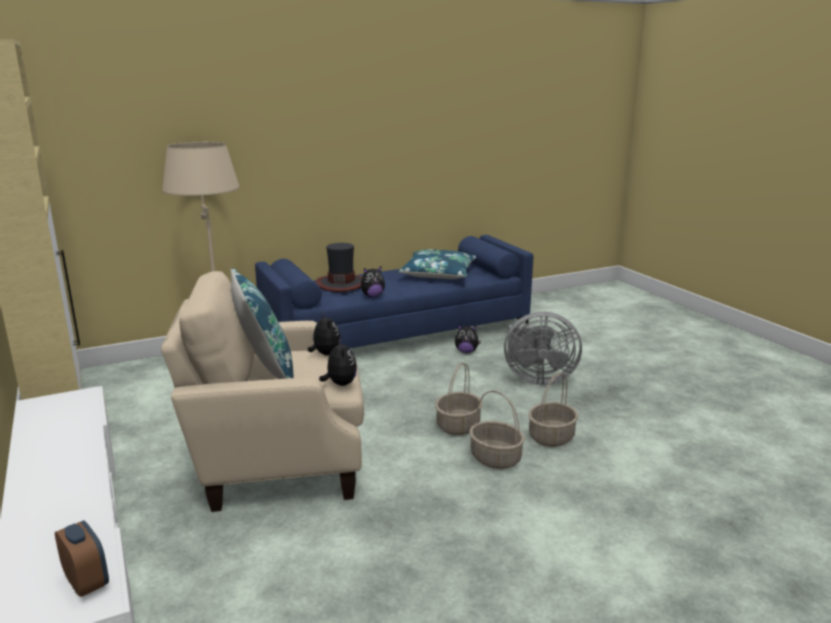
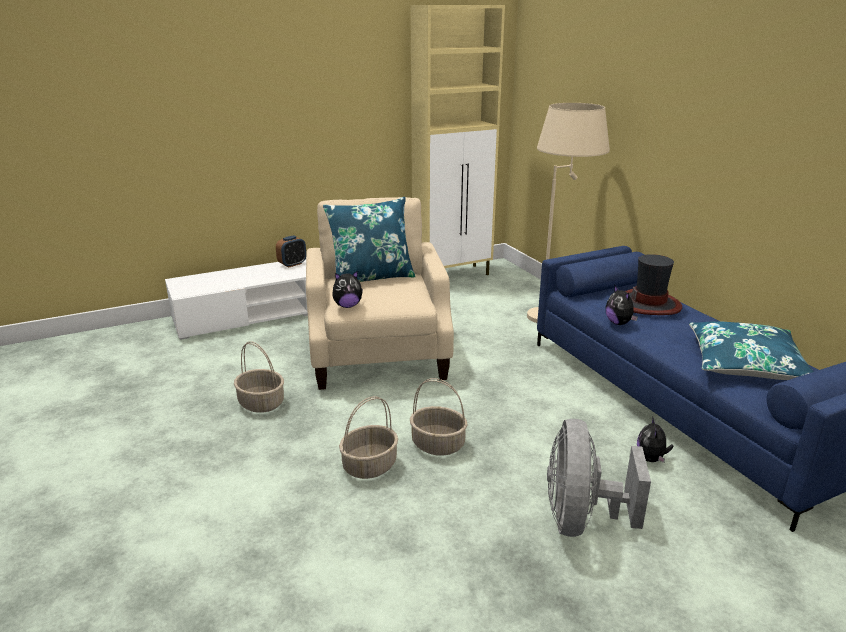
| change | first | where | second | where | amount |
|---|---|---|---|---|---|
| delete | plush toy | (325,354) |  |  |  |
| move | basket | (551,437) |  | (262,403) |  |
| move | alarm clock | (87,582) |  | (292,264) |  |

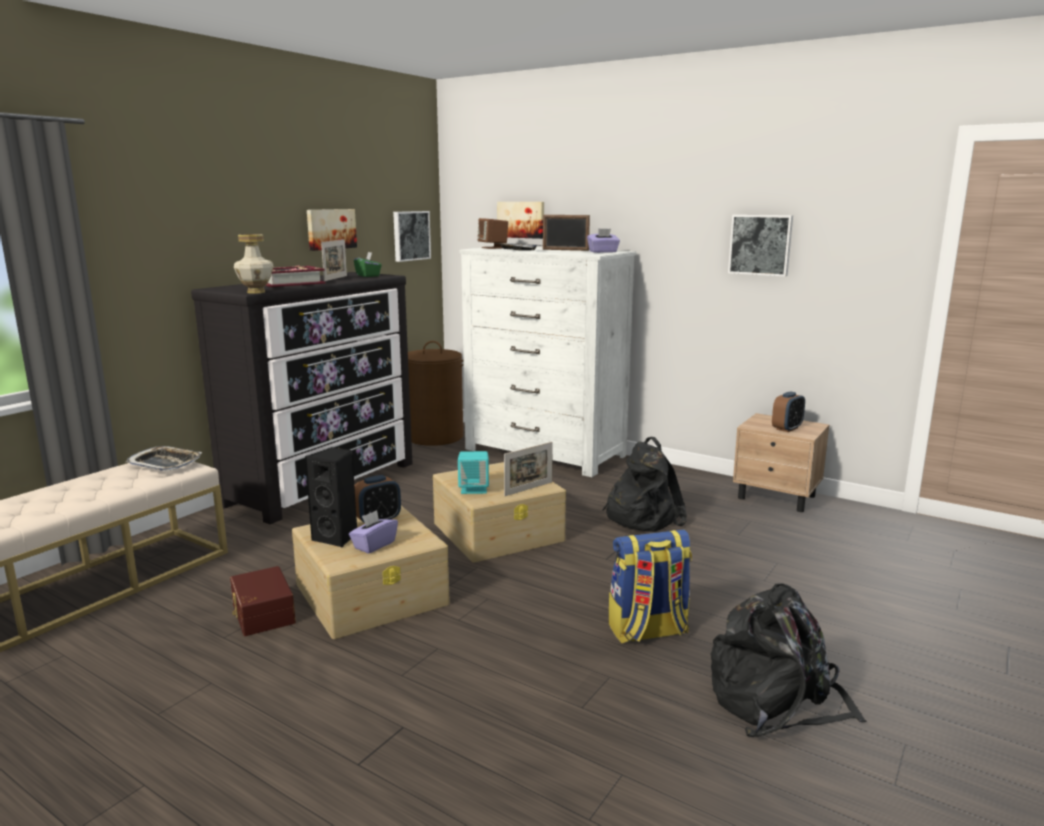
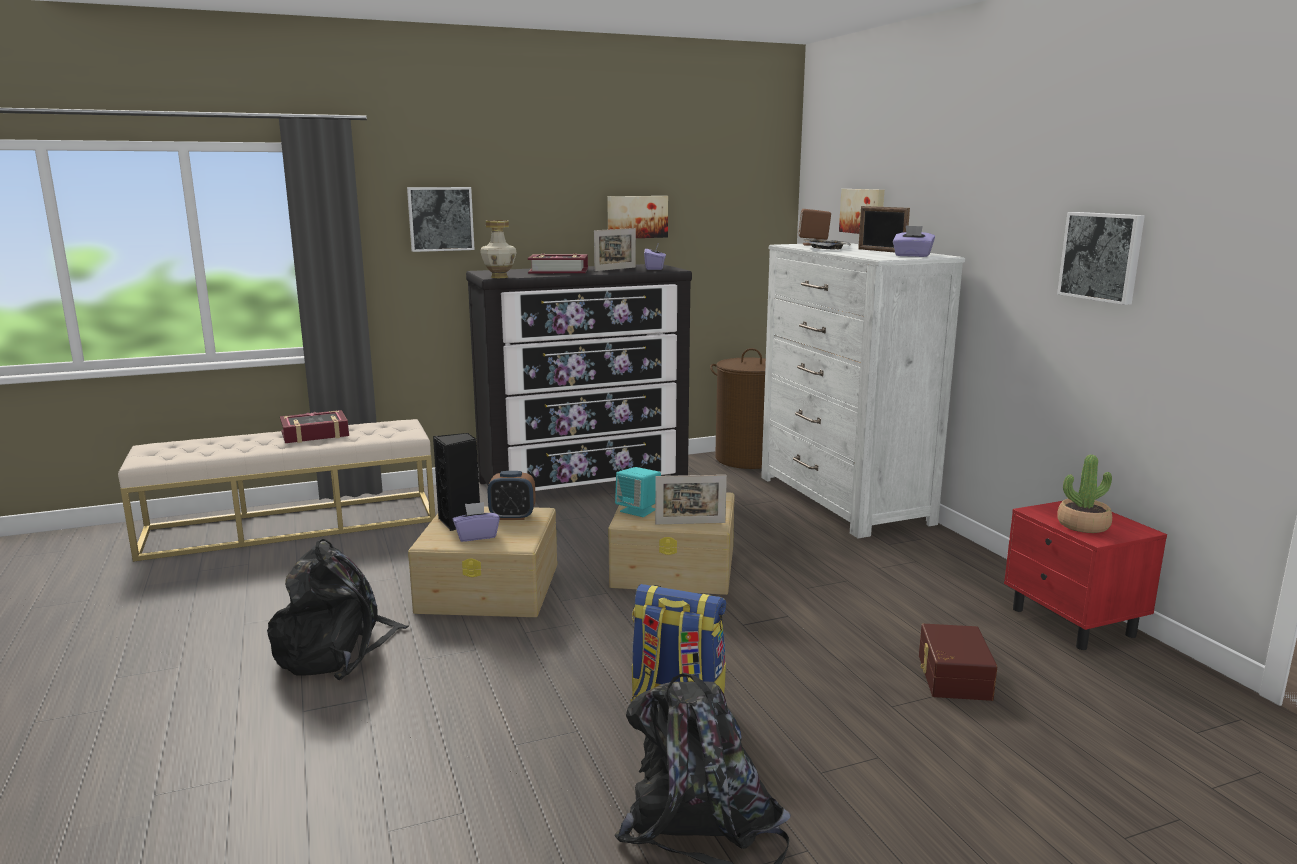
| change | first | where | second | where | amount |
|---|---|---|---|---|---|
| move | picture | (410,235) |  | (440,219) |  |
| recolor | tissue box (green) | (368,275) | tissue box (purple) | (655,268) |  |
| replace | alarm clock | (787,428) | potted plant | (1083,525) |  |
| recolor | nightstand (beige) | (777,497) | nightstand (red) | (1073,623) |  |
| move | backpack (black) | (641,516) |  | (337,650) |  |
| delete | tray | (165,463) |  |  |  |
| move | storage box (brown) | (261,614) |  | (952,677) |  |
| insert |  |  | book | (315,434) |  |

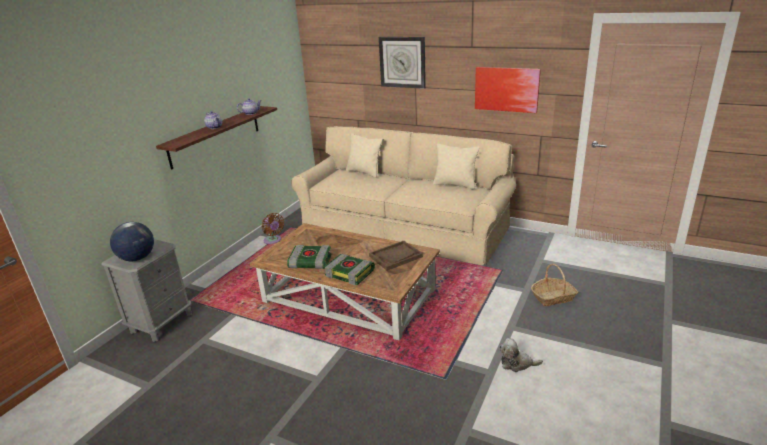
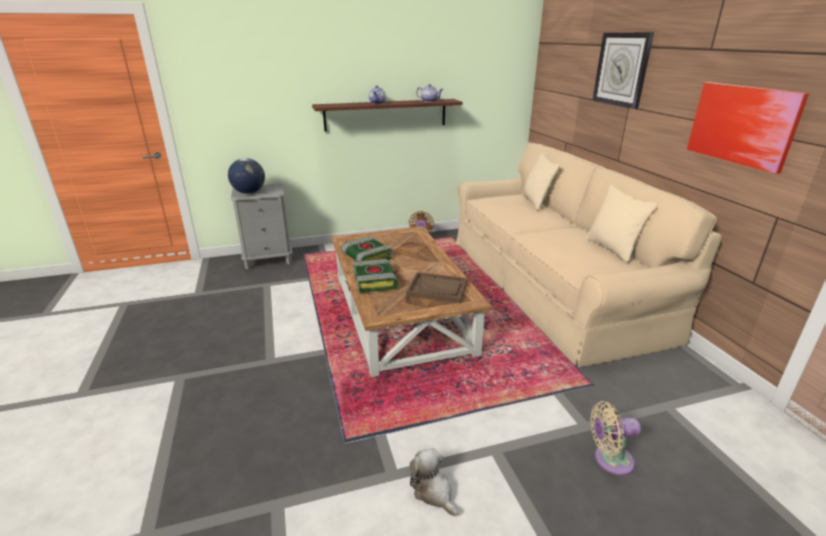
| change | first | where | second | where | amount |
|---|---|---|---|---|---|
| replace | basket | (553,297) | fan (beige) | (609,460) |  |

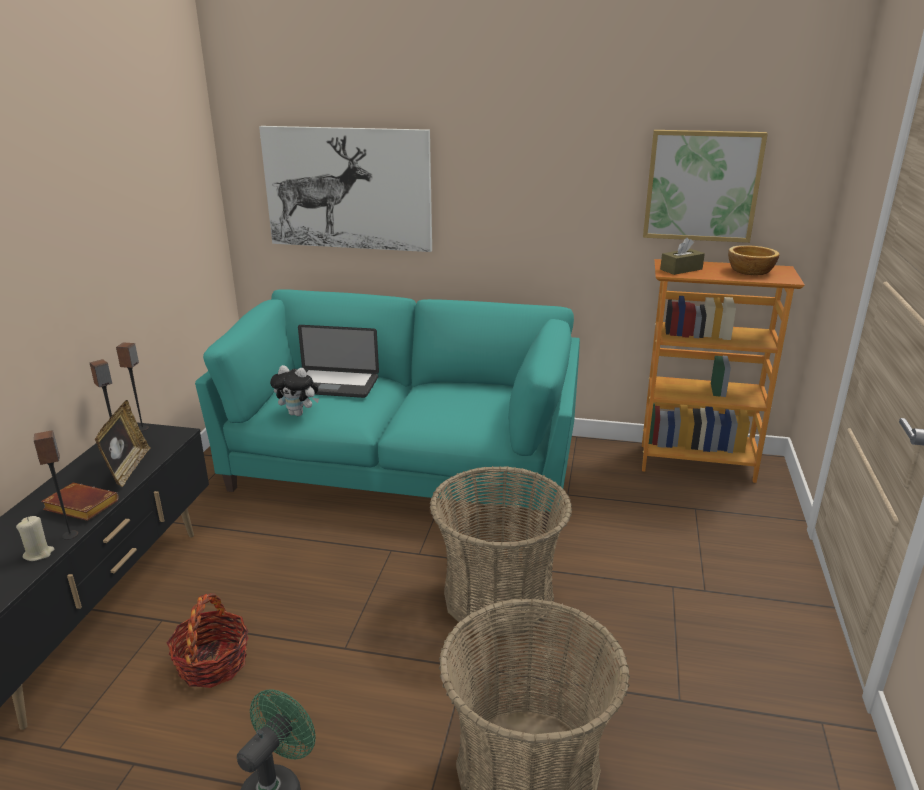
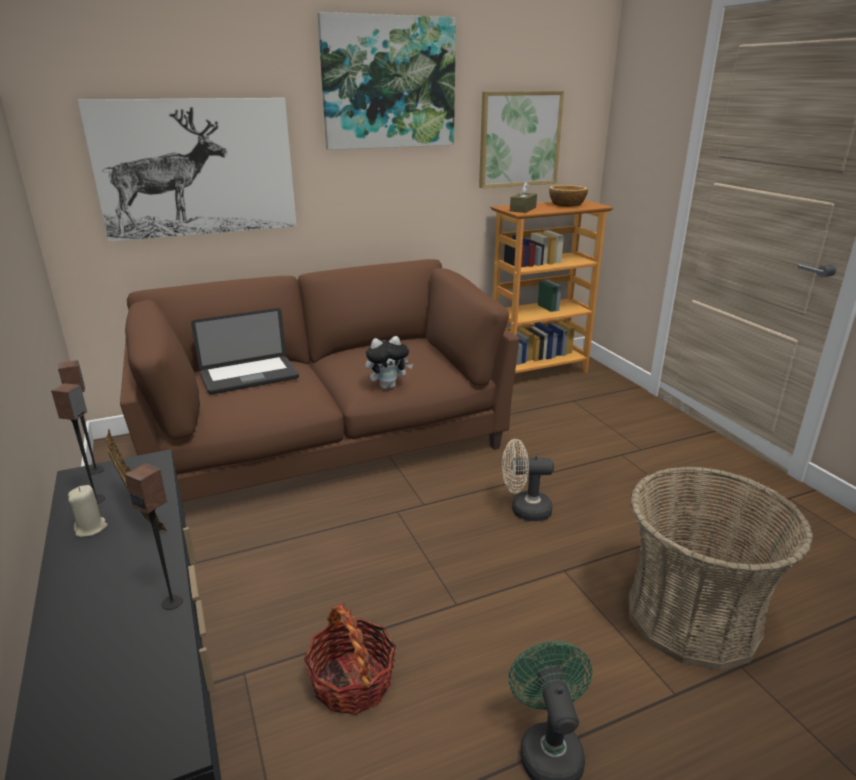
| change | first | where | second | where | amount |
|---|---|---|---|---|---|
| recolor | sofa (turquoise) | (405,465) | sofa (brown) | (325,442) |  |
| move | plush toy | (298,413) |  | (388,386) |  |
| replace | basket | (498,597) | fan (beige) | (524,510) |  |
| delete | book (brown) | (79,507) |  |  |  |
| move | candle (beige) | (39,554) |  | (91,528) |  |
| insert |  |  | picture | (389,83) |  |

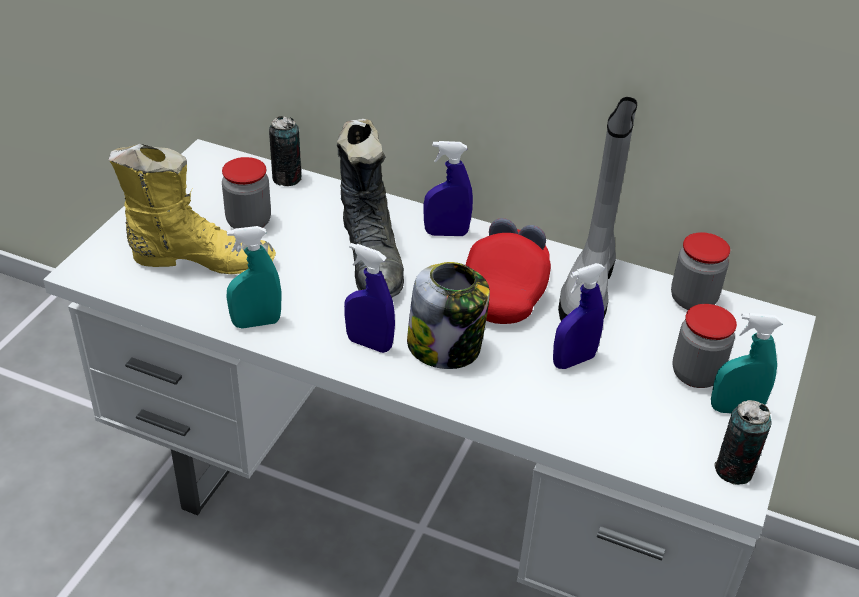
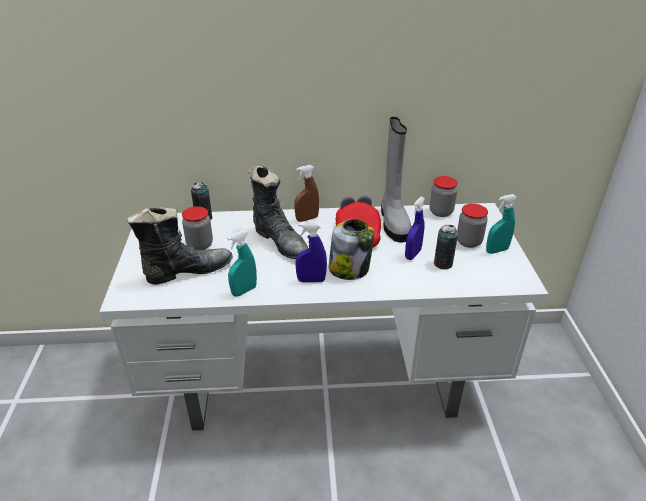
| change | first | where | second | where | amount |
|---|---|---|---|---|---|
| recolor | spray bottle (blue) | (446,233) | spray bottle (brown) | (307,219) |  |
| recolor | boot (yellow) | (200,260) | boot (black) | (187,271) |  |
| move | can | (733,470) |  | (443,264) |  |

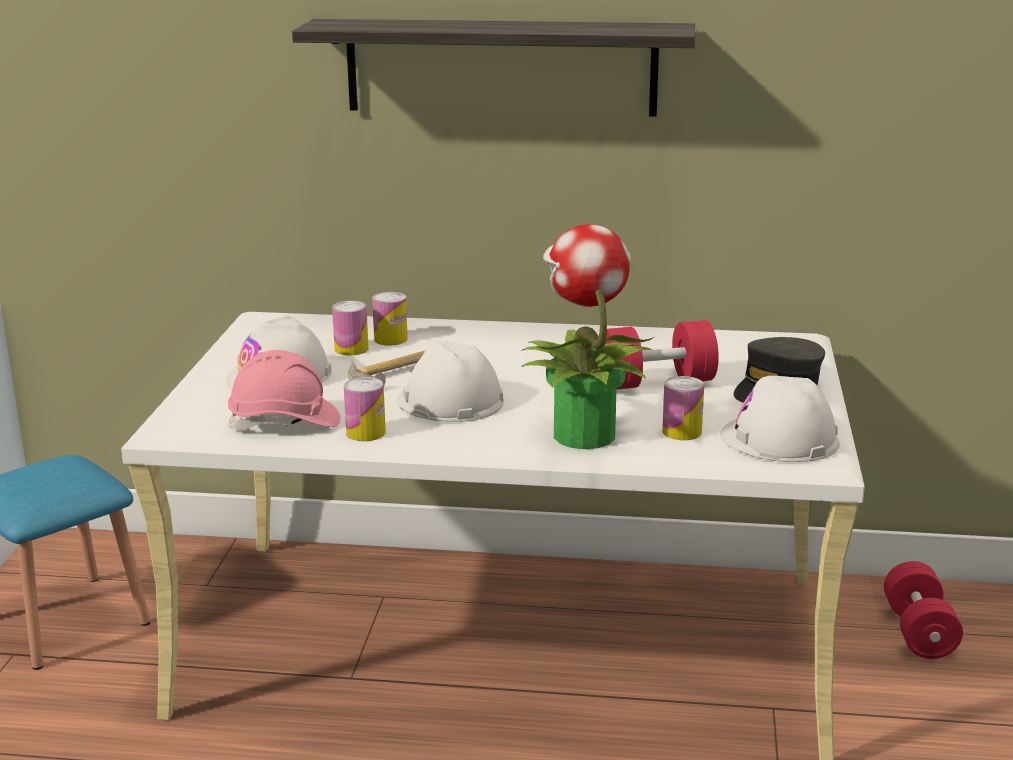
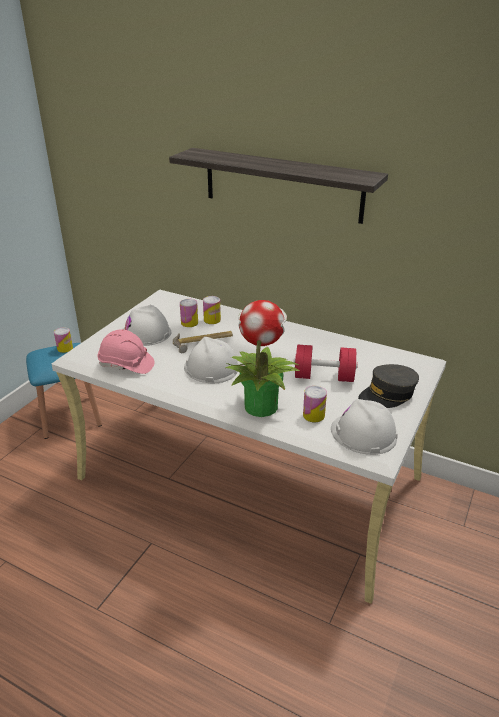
| change | first | where | second | where | amount |
|---|---|---|---|---|---|
| move | can | (366,432) |  | (65,348) |  |
| delete | dumbbell (red) | (919,632) |  |  |  |

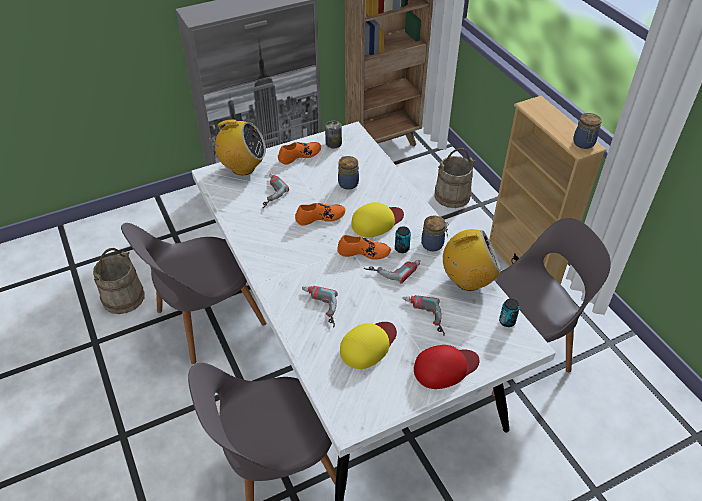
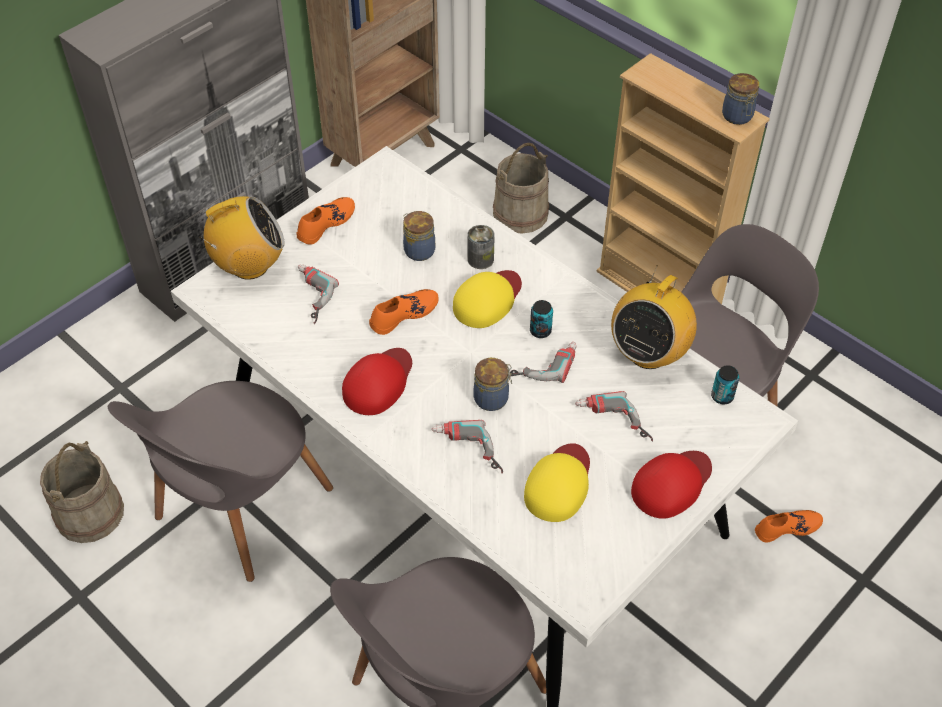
| change | first | where | second | where | amount |
|---|---|---|---|---|---|
| move | can | (333,143) |  | (480,259) |  |
| move | jar | (433,244) |  | (492,398) |  |
| rotate | radio | (468,280) |  | (648,353) | 150 degrees clockwise |
| move | shoe (orange) | (364,252) |  | (787,528) |  |
| insert |  |  | cap (red) | (378,382) |  |

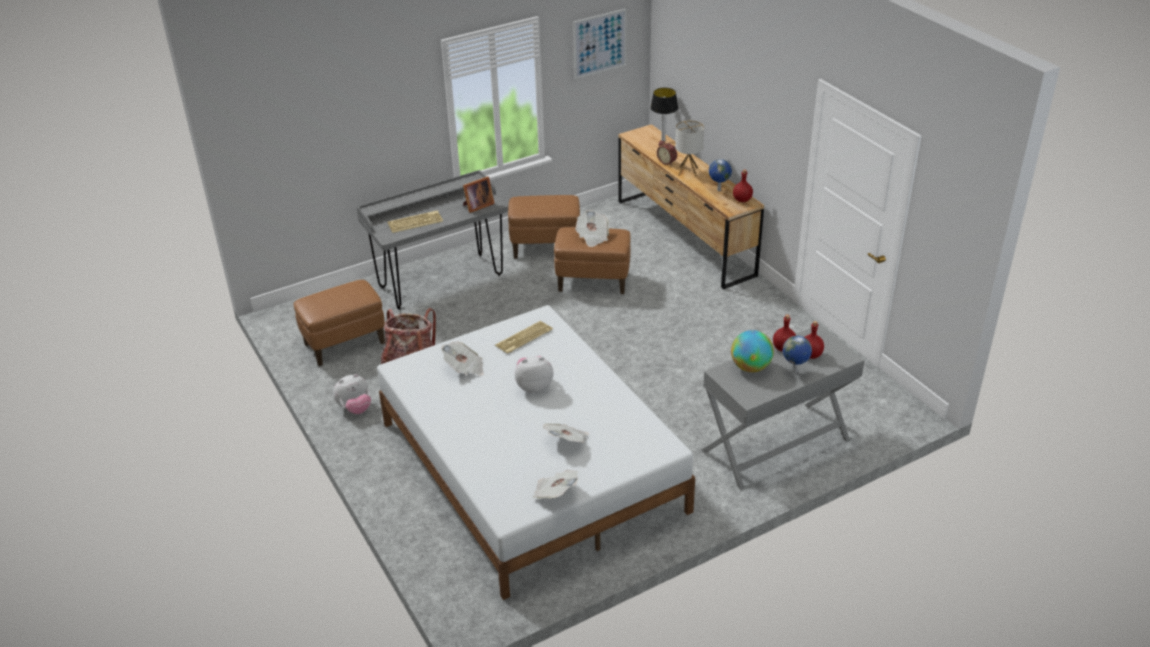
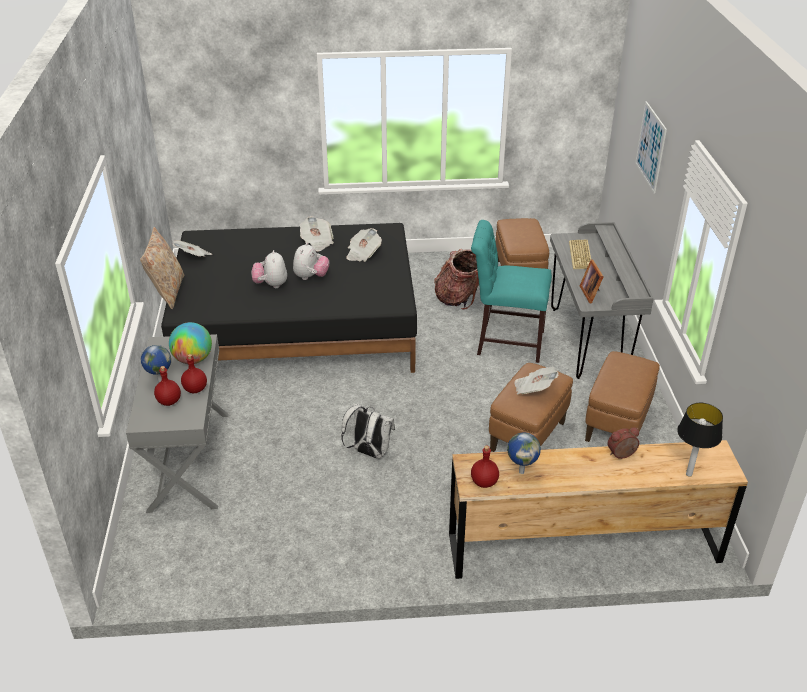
| change | first | where | second | where | amount |
|---|---|---|---|---|---|
| move | picture | (600,43) |  | (650,146) |  |
| delete | table lamp | (688,171) |  |  |  |
| recolor | bed (white) | (530,466) | bed (black) | (296,324) |  |
| delete | keyboard | (524,338) |  |  |  |
| move | plush toy | (355,408) |  | (271,285) |  |
| move | newspaper | (567,441) |  | (317,242) |  |
| insert |  |  | chair (turquoise) | (506,342) |  |
| insert |  |  | pillow (beige) | (167,291) |  |
| insert |  |  | backpack (white) | (369,452) |  |

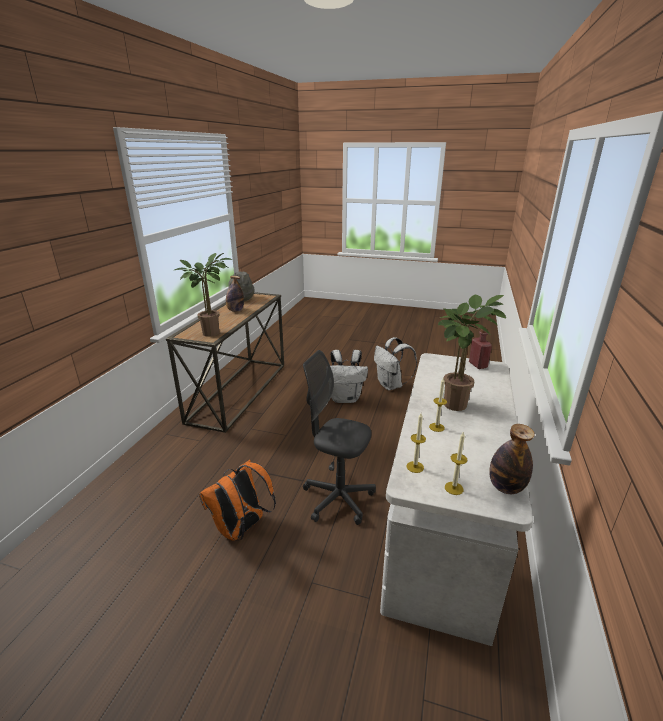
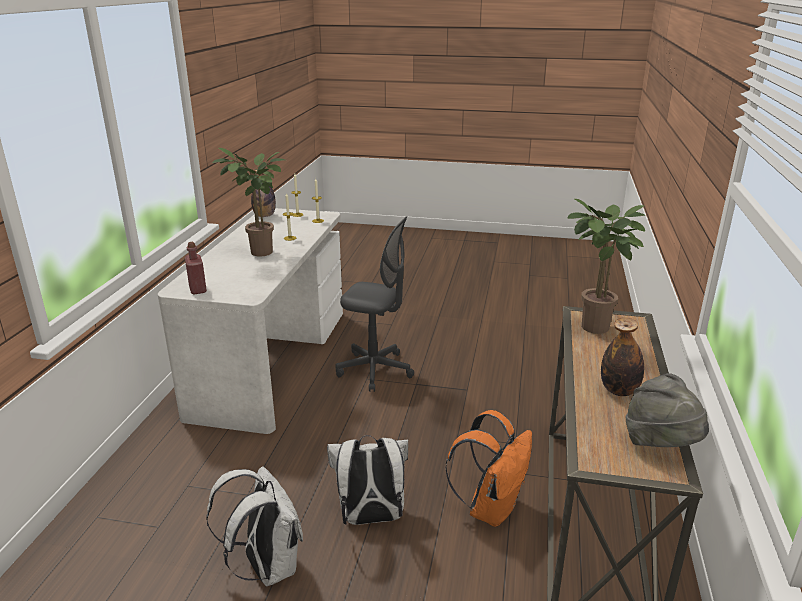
| change | first | where | second | where | amount |
|---|---|---|---|---|---|
| move | backpack (orange) | (241,529) |  | (491,508) |  |

